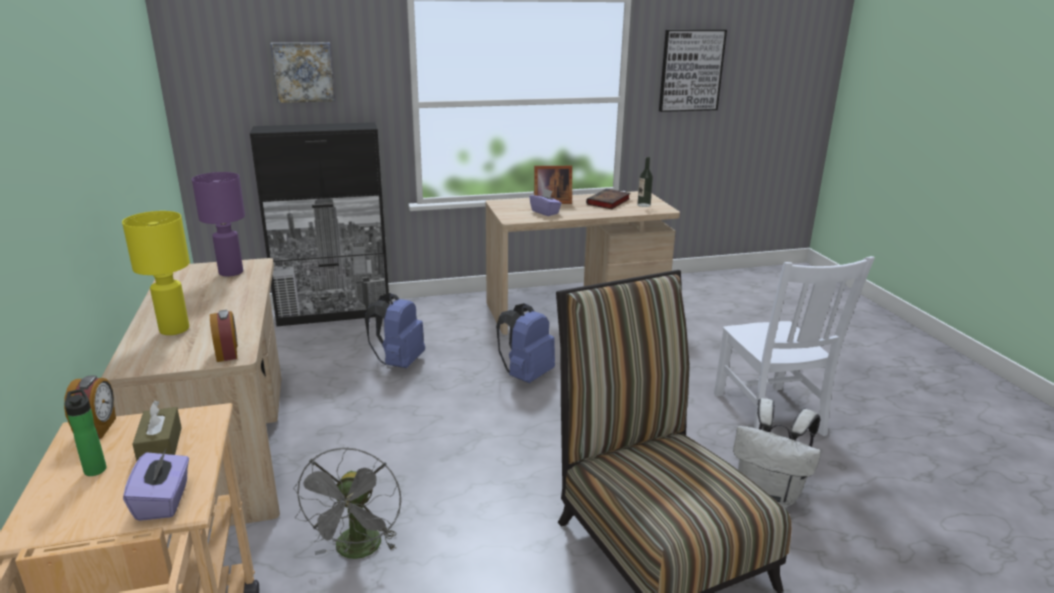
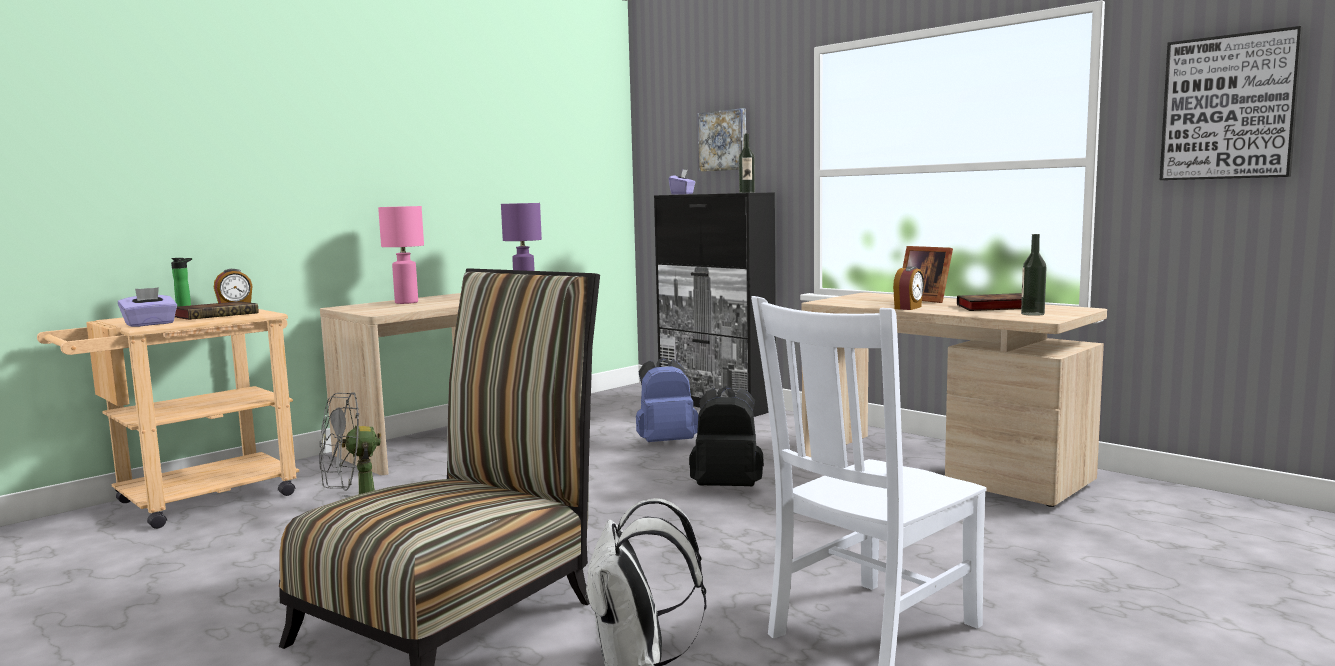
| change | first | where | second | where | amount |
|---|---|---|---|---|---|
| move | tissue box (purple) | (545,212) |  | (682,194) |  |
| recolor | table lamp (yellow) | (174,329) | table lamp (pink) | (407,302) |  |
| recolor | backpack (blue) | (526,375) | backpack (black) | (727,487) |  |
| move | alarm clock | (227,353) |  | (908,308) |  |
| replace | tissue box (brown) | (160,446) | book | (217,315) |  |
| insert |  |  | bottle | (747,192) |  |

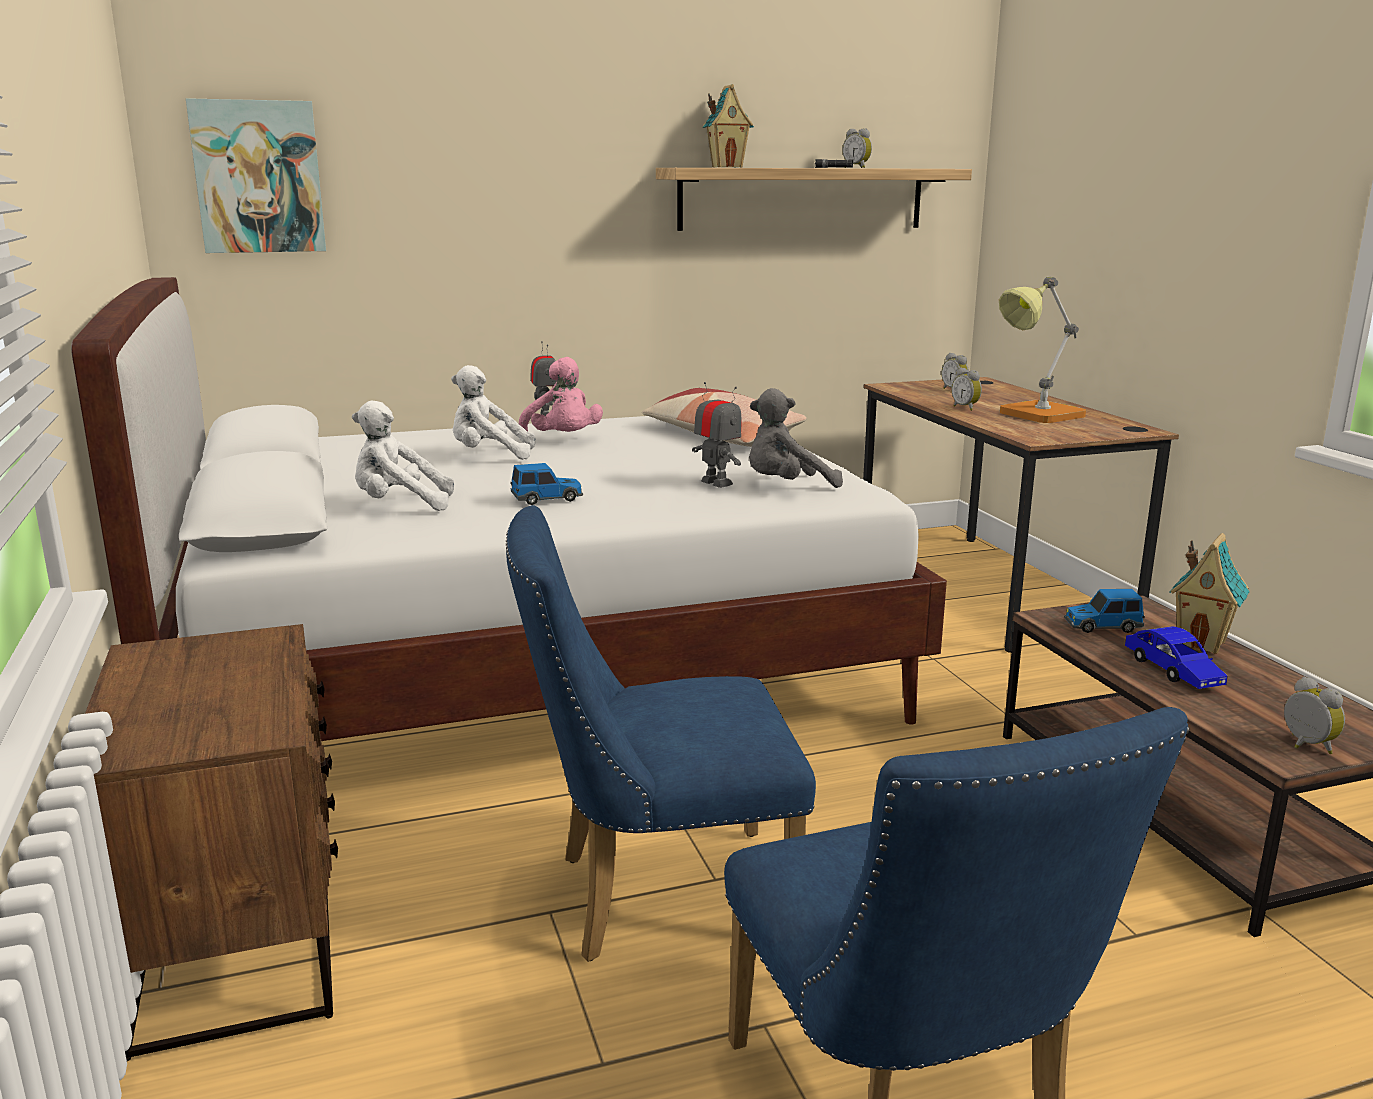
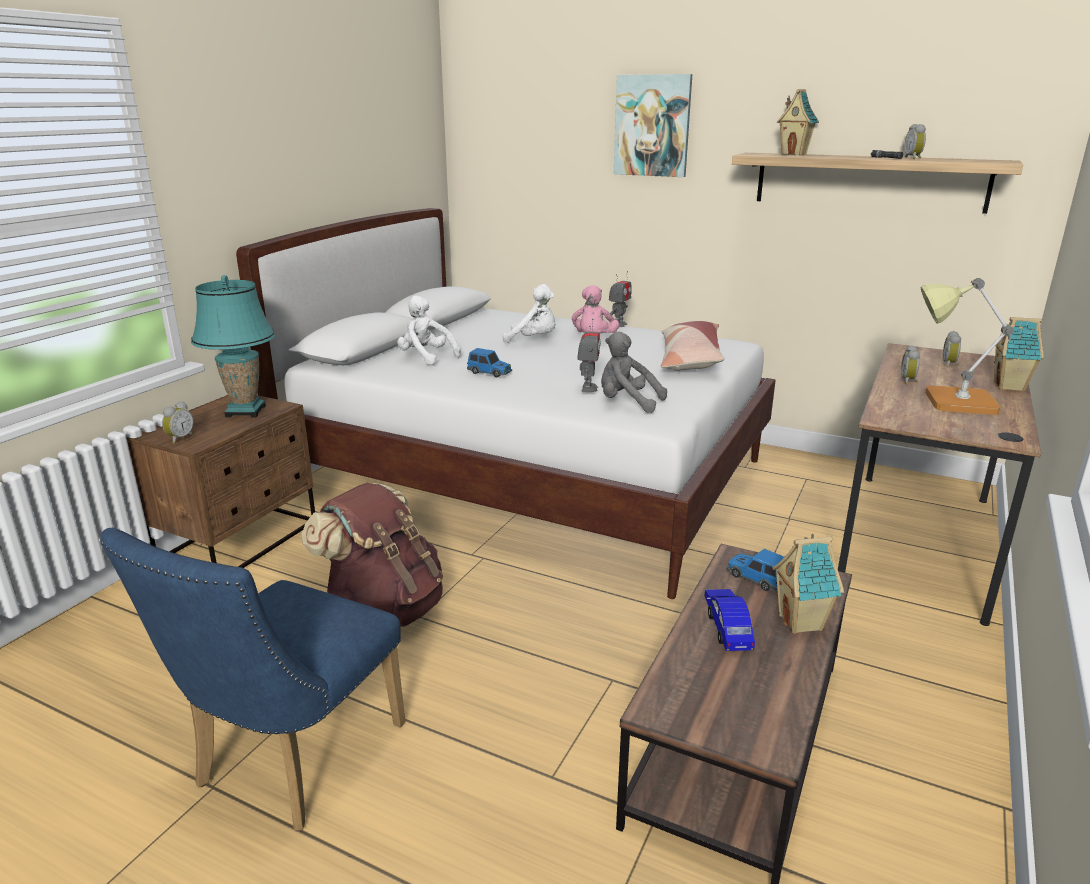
| change | first | where | second | where | amount |
|---|---|---|---|---|---|
| move | picture | (258,177) |  | (652,126) |  |
| rotate | plush toy (white) | (489,455) |  | (533,339) | 150 degrees clockwise |
| replace | chair (blue) | (656,897) | backpack (brown) | (384,609) |  |
| rotate | toy car (blue) | (1172,671) |  | (727,626) | 150 degrees clockwise |
| move | alarm clock | (1305,746) |  | (179,438) |  |
| insert |  |  | table lamp (turquoise) | (245,411) |  |
| insert |  |  | toy house | (1010,386) |  |

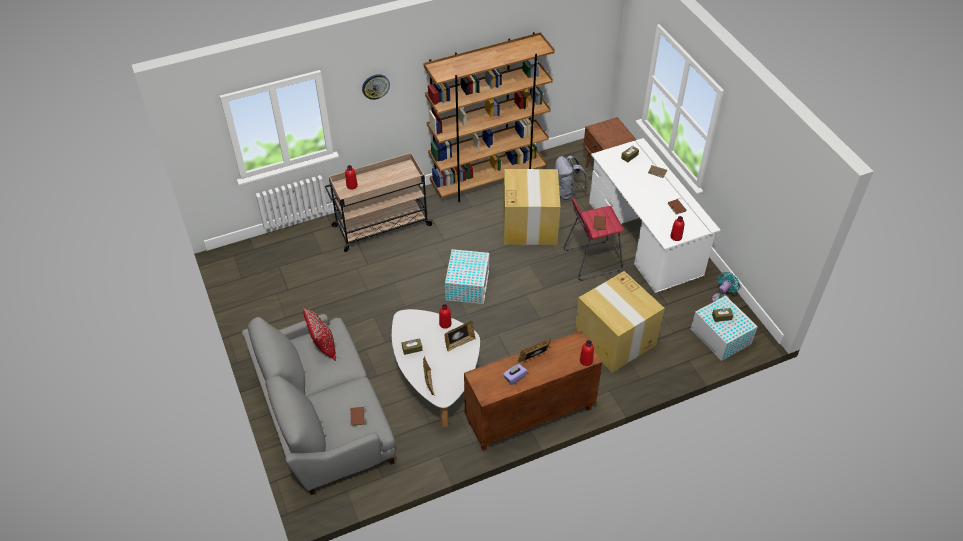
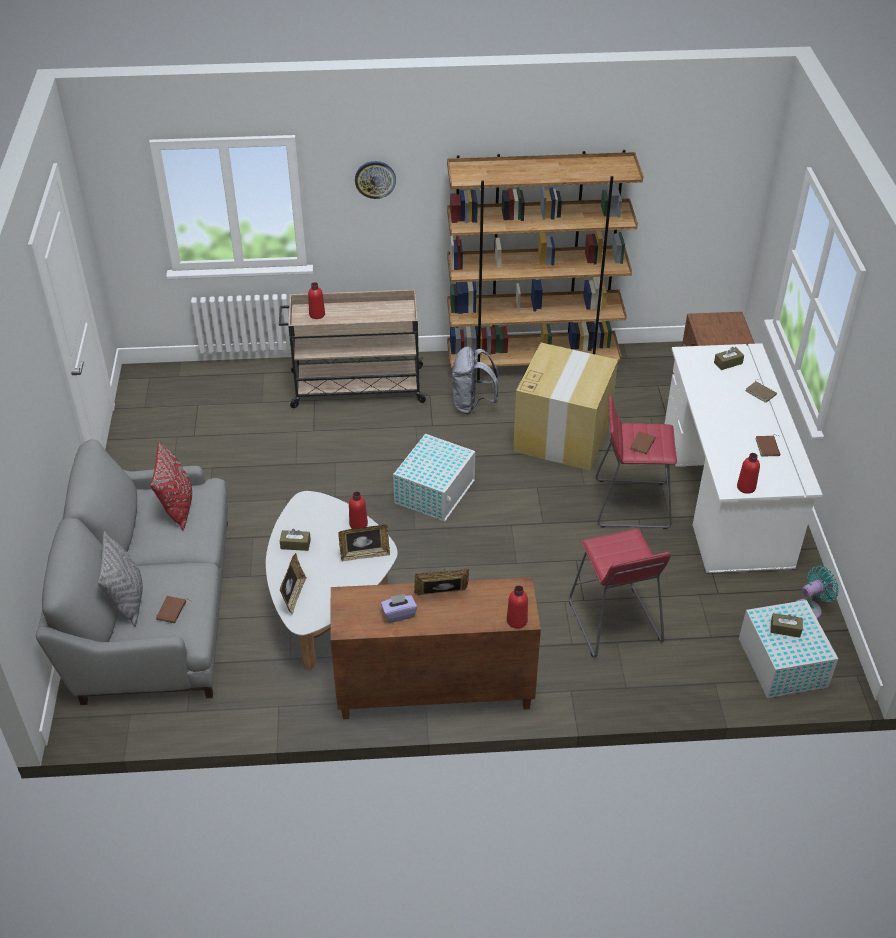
| change | first | where | second | where | amount |
|---|---|---|---|---|---|
| move | backpack (grey) | (567,192) |  | (472,404) |  |
| replace | cardboard box | (615,340) | stool (red) | (614,622) |  |
| insert |  |  | pillow (grey) | (127,600) |  |

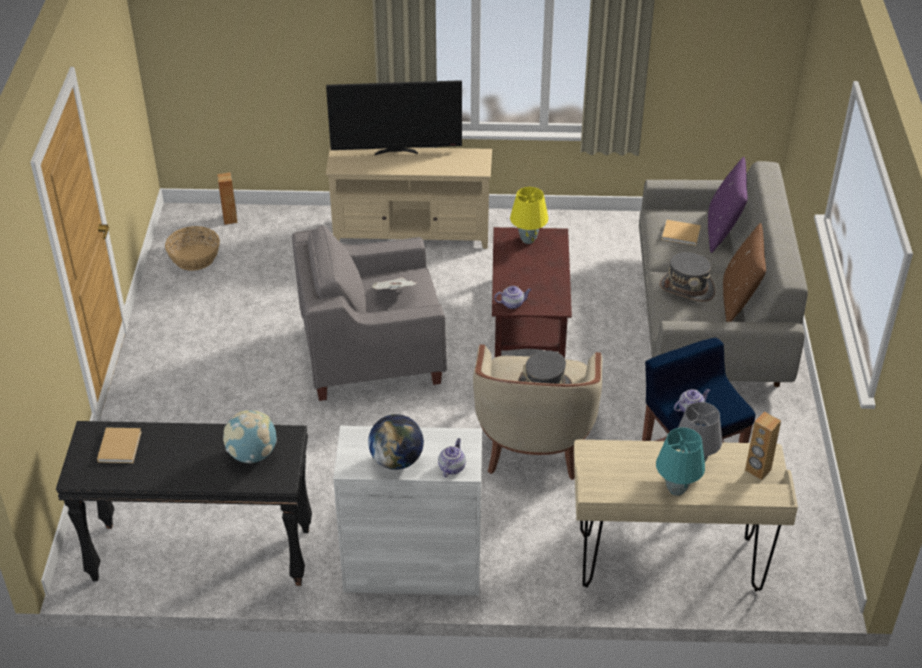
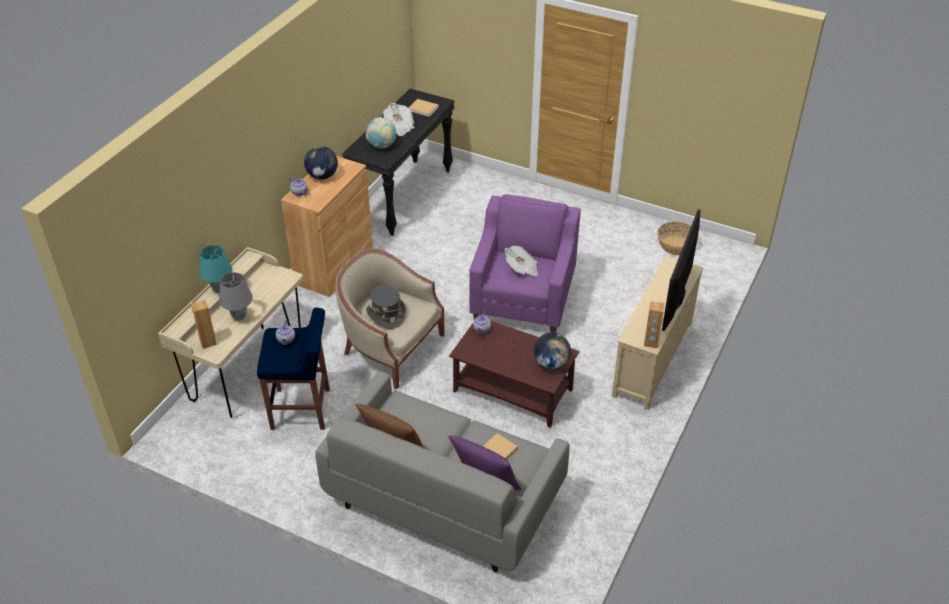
| change | first | where | second | where | amount |
|---|---|---|---|---|---|
| move | speaker (brown) | (230,219) |  | (651,343) |  |
| replace | table lamp (yellow) | (528,240) | globe | (551,363) |  |
| recolor | armchair (grey) | (371,354) | armchair (purple) | (524,299) |  |
| delete | hat (grey) | (687,288) |  |  |  |
| recolor | cabinet (white) | (413,567) | cabinet (brown) | (334,266) |  |
| insert |  |  | newspaper | (399,127) |  |

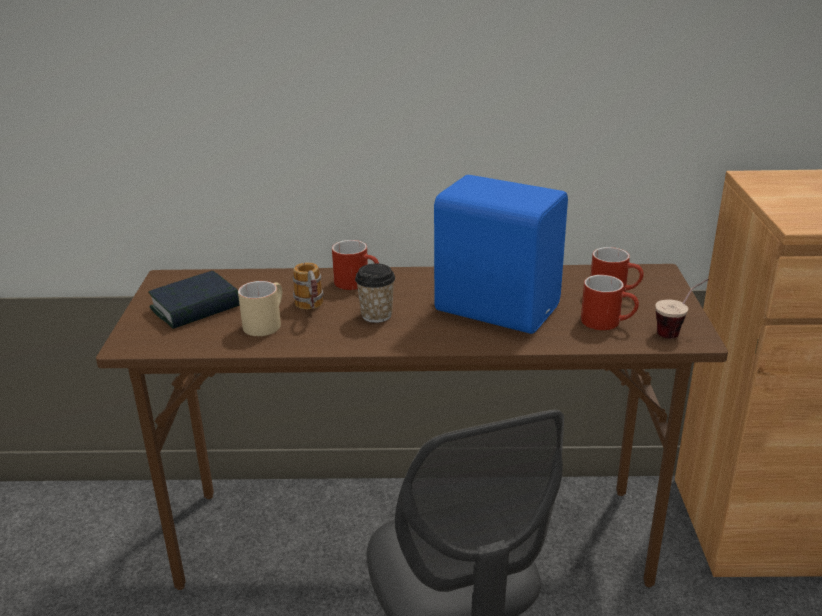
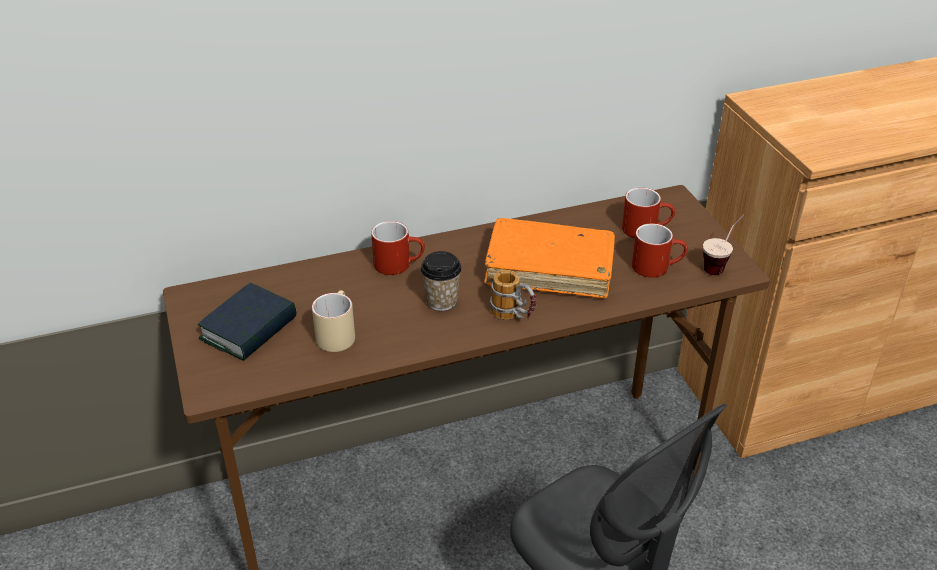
| change | first | where | second | where | amount |
|---|---|---|---|---|---|
| replace | speaker (blue) | (496,307) | book (orange) | (549,269) |  |
| move | mug | (311,309) |  | (514,317) |  |

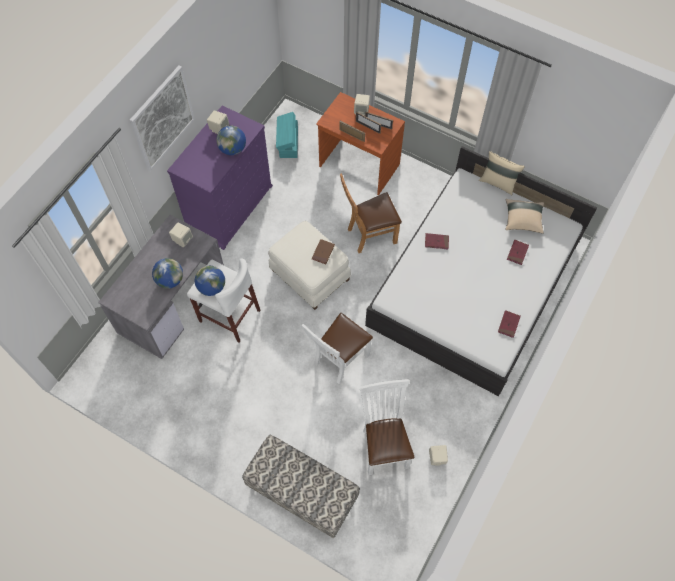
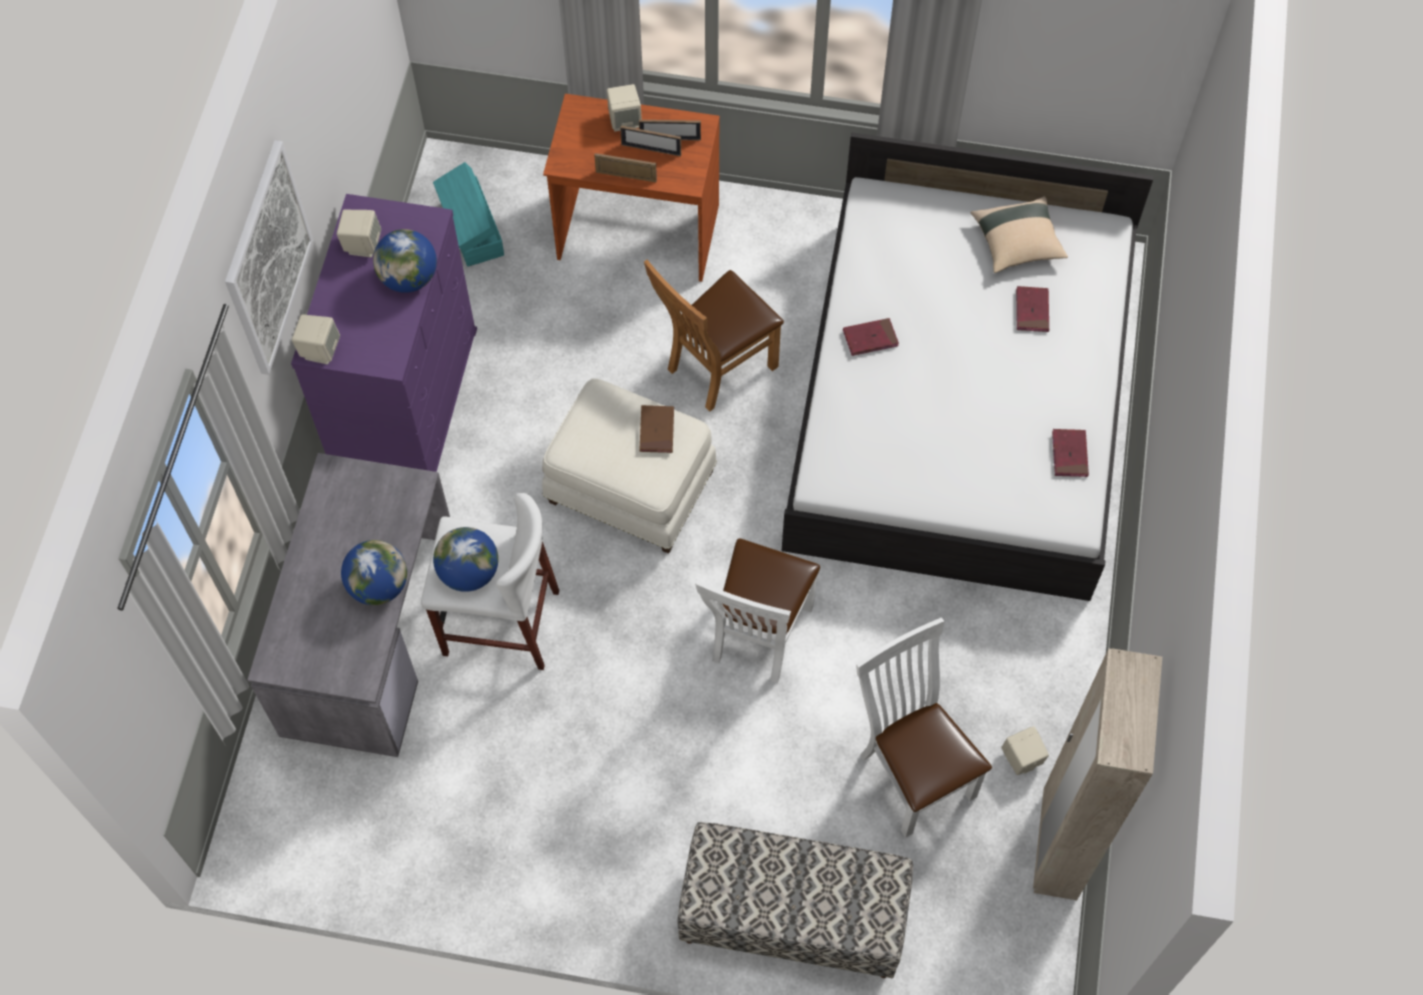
| change | first | where | second | where | amount |
|---|---|---|---|---|---|
| delete | pillow (beige) | (498,183) |  |  |  |
| move | speaker (beige) | (182,240) |  | (320,350) |  |
| insert |  |  | wardrobe (beige) | (1058,845) |  |

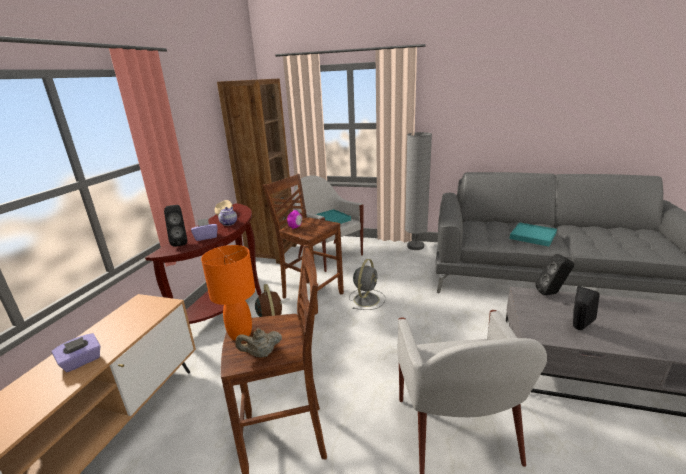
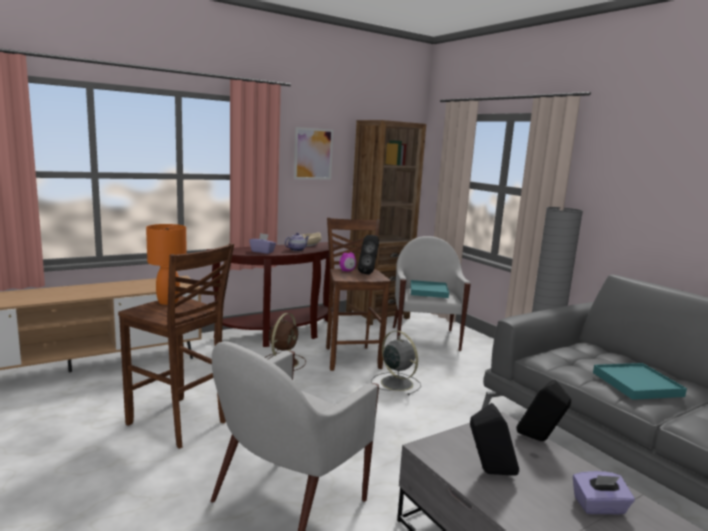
| change | first | where | second | where | amount |
|---|---|---|---|---|---|
| move | speaker (black) | (180,243) |  | (369,273) |  |
| rotate | fan (grey) | (367,299) |  | (395,383) | 105 degrees counterclockwise |
| delete | teapot (beige) | (261,354) |  |  |  |
| move | tissue box (purple) | (81,361) |  | (599,507) |  |
| insert |  |  | picture | (313,154) |  |

